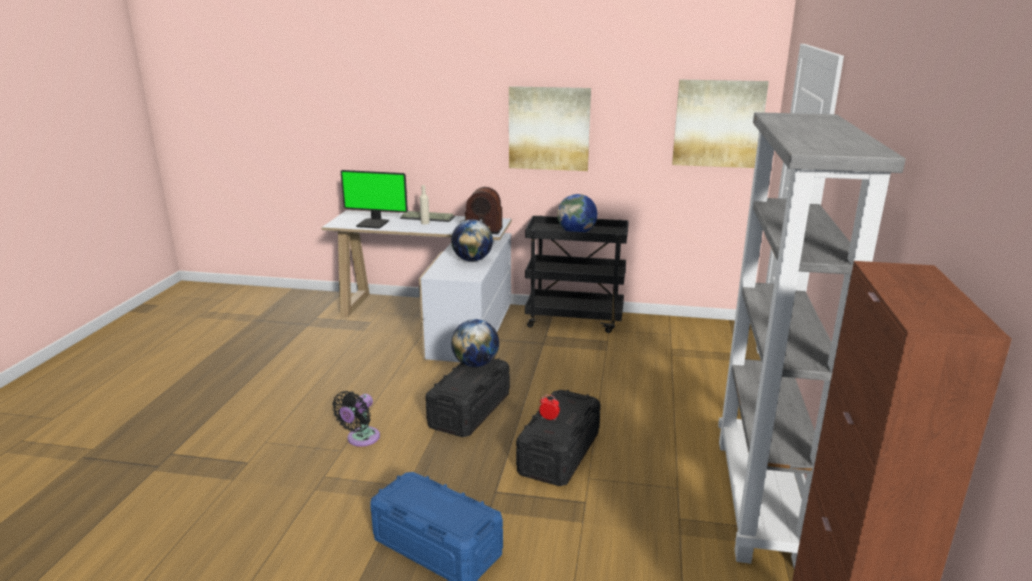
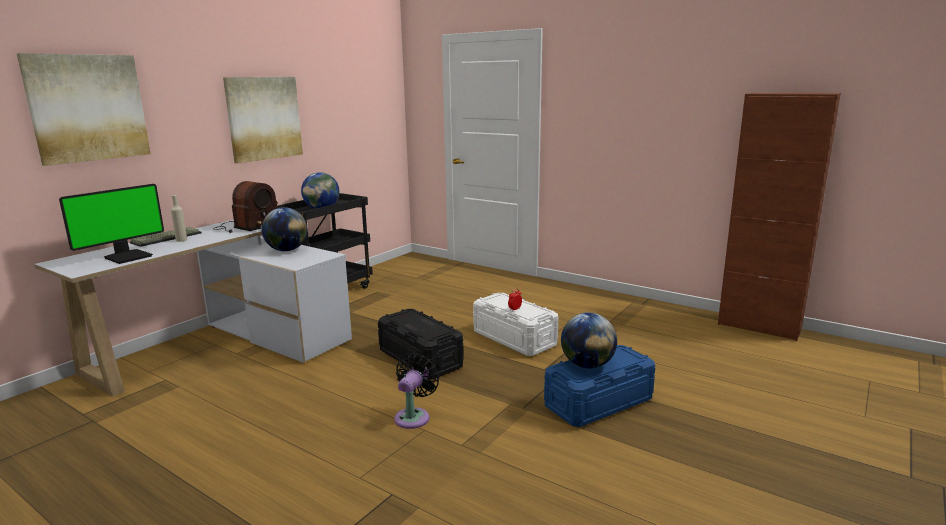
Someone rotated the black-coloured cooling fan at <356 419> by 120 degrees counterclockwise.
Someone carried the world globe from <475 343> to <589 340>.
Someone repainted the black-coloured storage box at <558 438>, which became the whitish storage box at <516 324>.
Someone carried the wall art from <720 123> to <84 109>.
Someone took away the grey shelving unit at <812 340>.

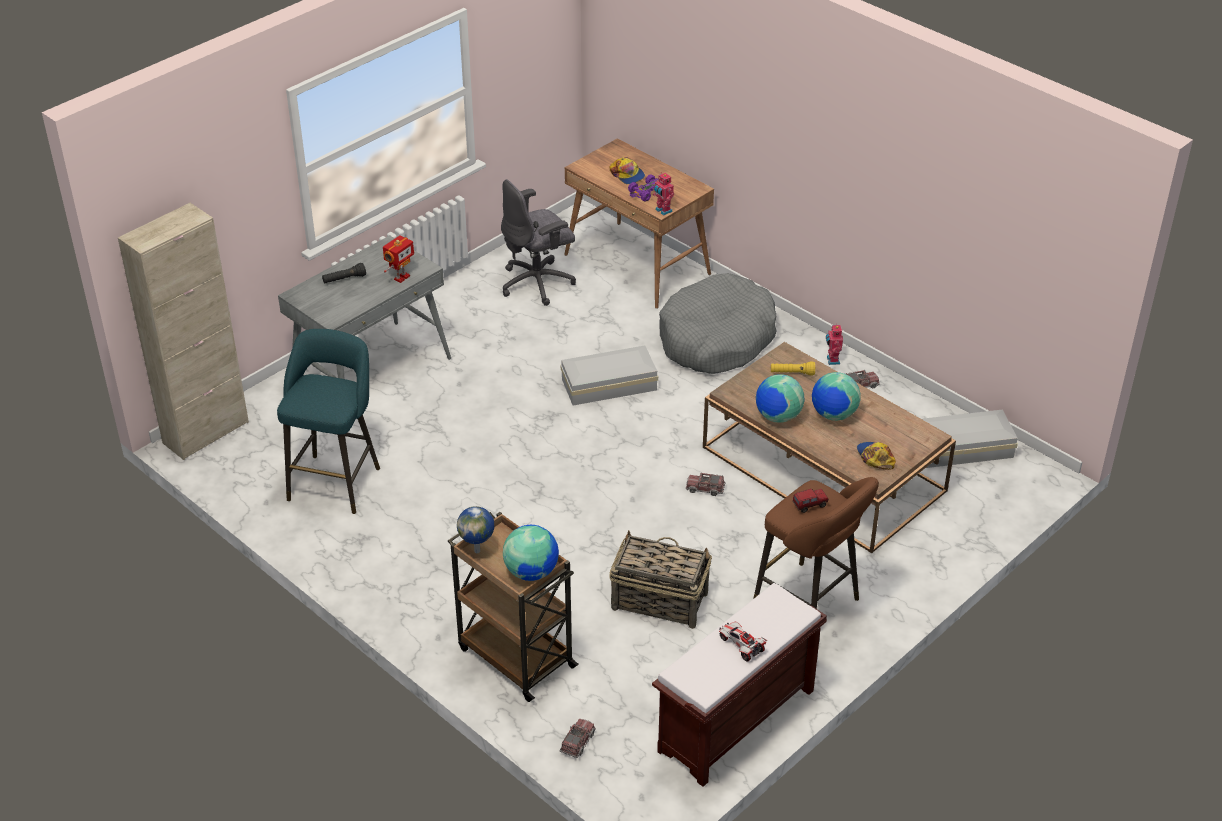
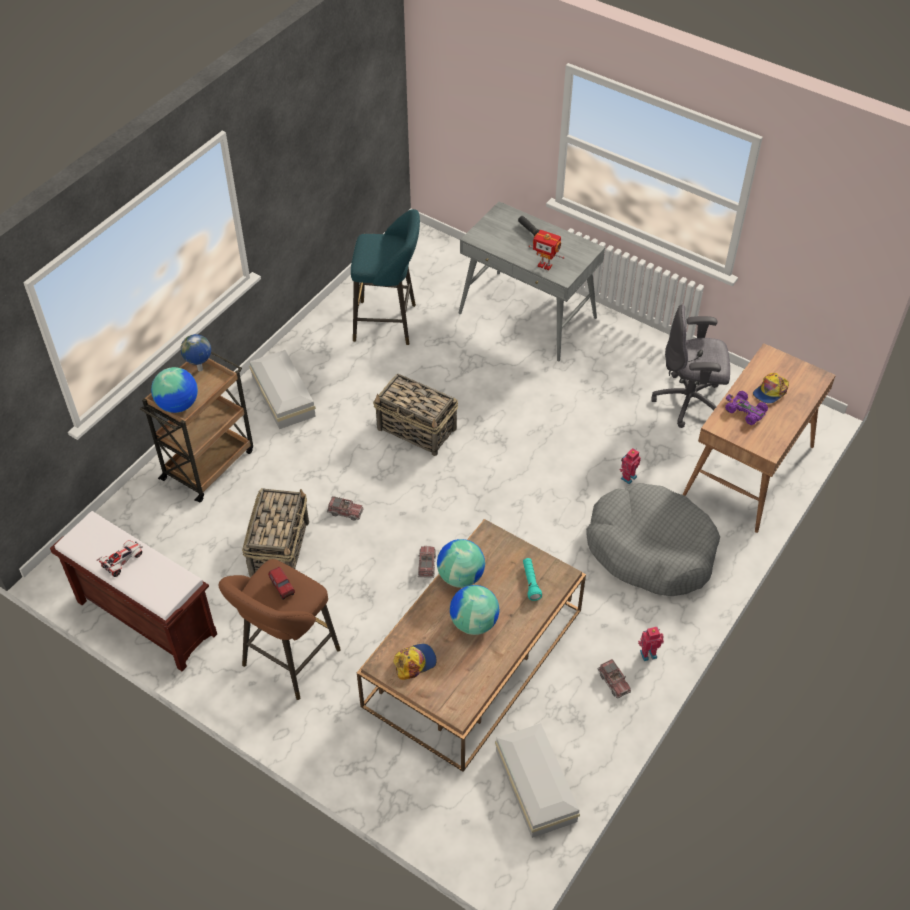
Someone took away the beige cupboard at <183 331>.
Someone rotated the grey computer chair at <538 242> by 45 degrees counterclockwise.
Someone carried the toy truck from <577 738> to <345 508>.
Someone carried the whitish storage box from <609 375> to <282 389>.
Someone carried the robot figure from <663 194> to <630 466>.
Someone repainted the yellowish hand torch at <793 368>, which became the blue-green hand torch at <532 579>.
Someone put down the household basket at <415 415>.

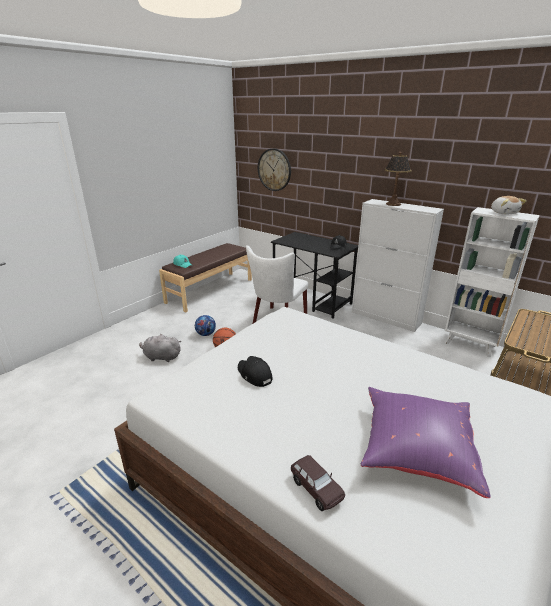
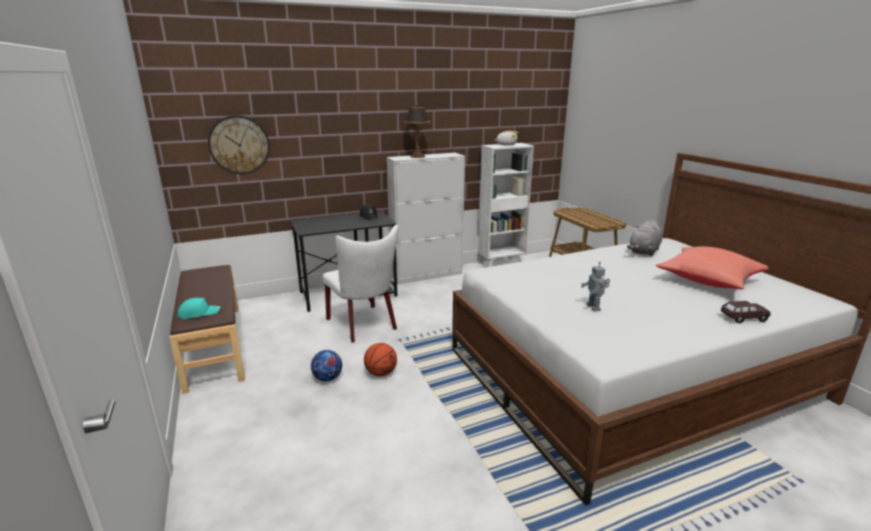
Someone carried the grey plush toy from <160 348> to <644 238>.
Someone swapped the black-coloured peaked cap at <255 371> for the robot figure at <595 286>.
Someone repainted the purplish pillow at <426 442>, which became the red pillow at <712 267>.

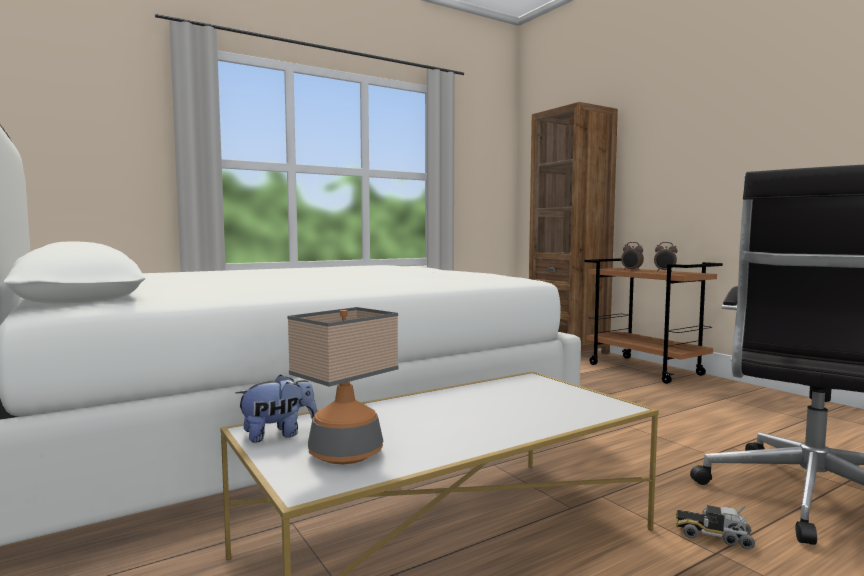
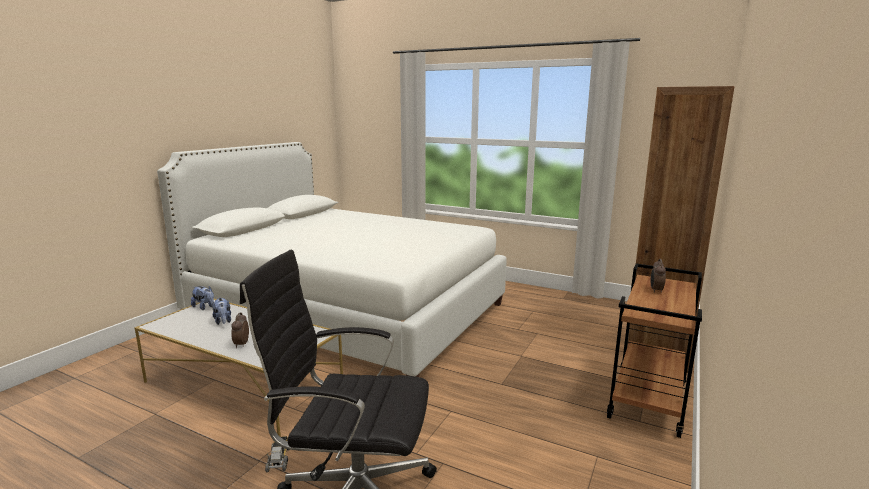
Someone took away the table lamp at <342 385>.
Someone carried the table clock from <666 257> to <240 330>.
Someone put down the plush toy at <222 311>.

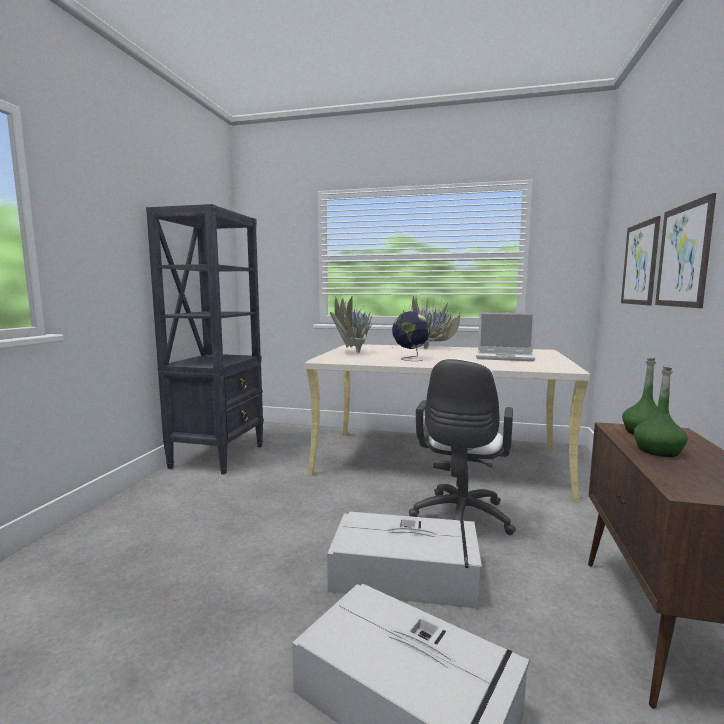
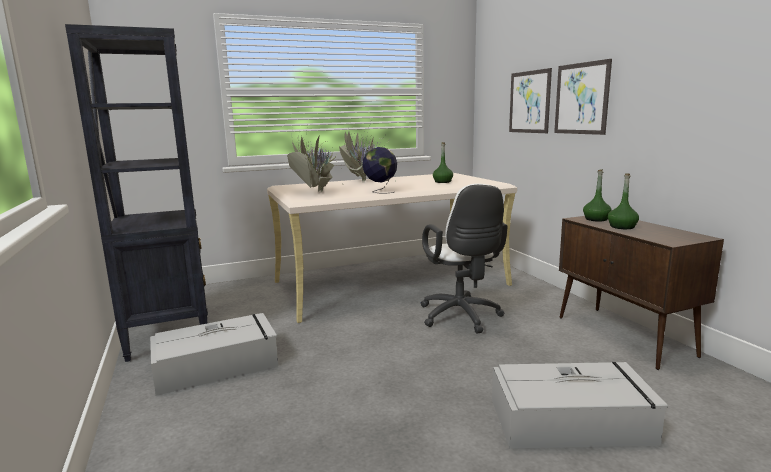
Someone carried the grey storage box from <404 560> to <214 354>.
Someone swapped the portable computer at <505 337> for the greenish beverage bottle at <443 162>.

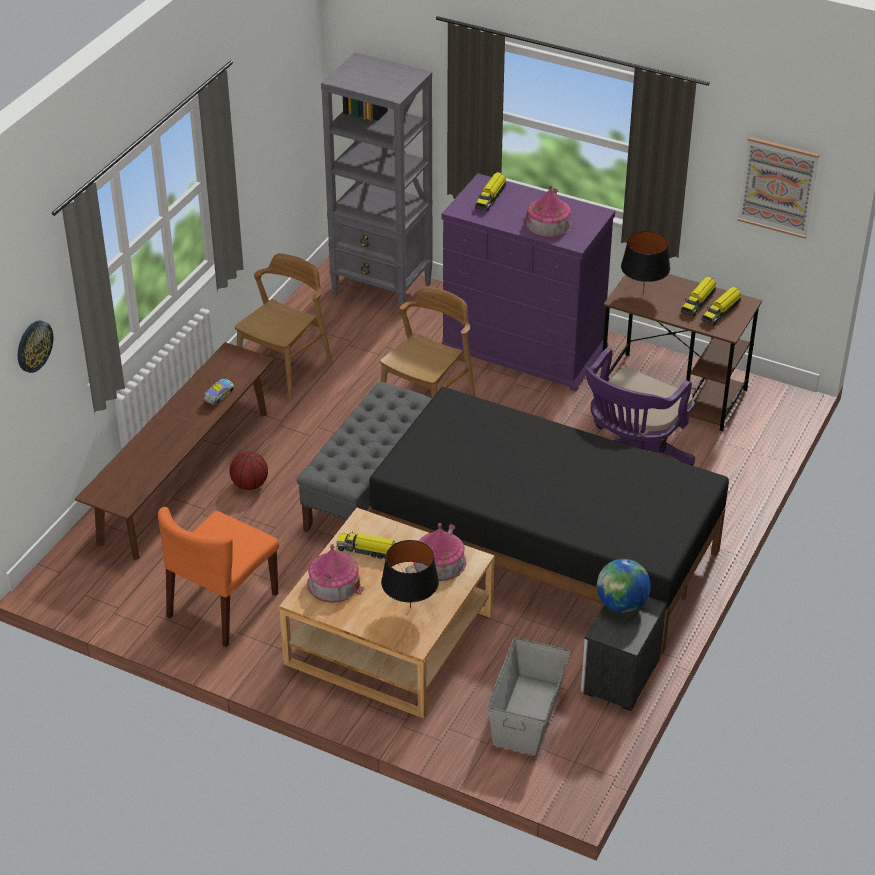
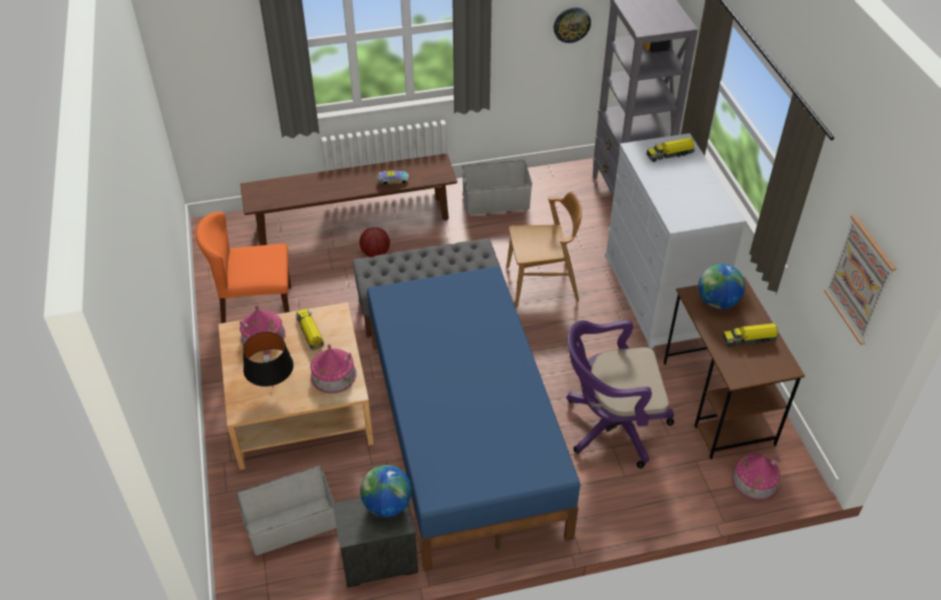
Someone carried the clock on the wall from <36 347> to <572 25>.
Someone swapped the brown plain chair at <283 327> for the grey storage box at <497 187>.
Someone repainted the black-coloured bed at <549 521>, which became the bluish bed at <473 418>.
Someone repainted the purplish chest of drawers at <528 282>, which became the whitish chest of drawers at <676 240>.
Someone carried the miniature house from <547 211> to <756 477>.
Someone swapped the black-coloured table lamp at <645 262> for the world globe at <721 286>.
Someone took away the toy truck at <721 306>.

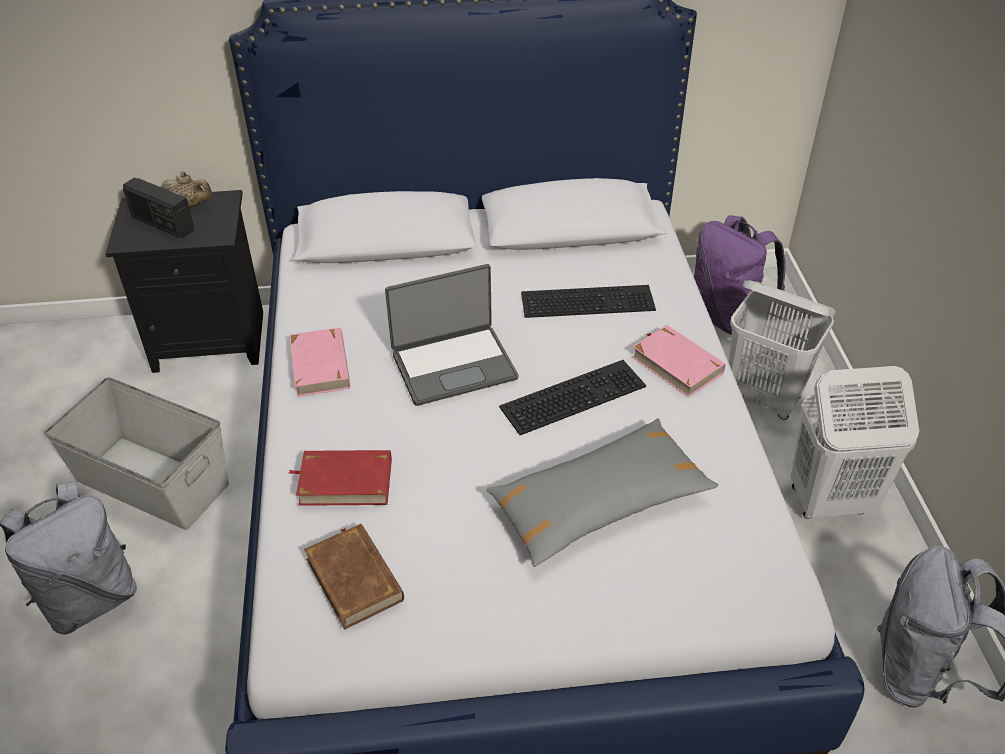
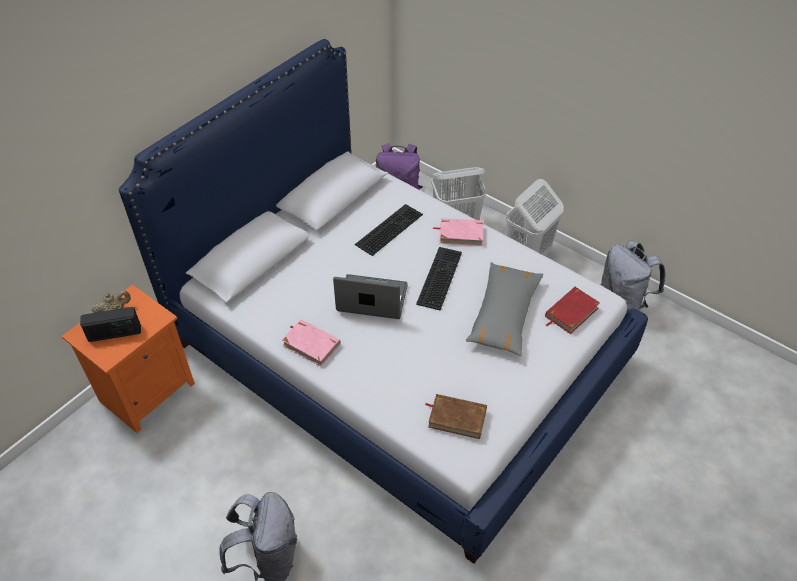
Someone took away the grey storage box at <136 453>.
Someone repainted the black-coloured nightstand at <184 281>, which became the orange nightstand at <128 359>.
Someone carried the red bound book from <340 478> to <572 310>.
Someone rotated the portable computer at <451 335> by 105 degrees counterclockwise.

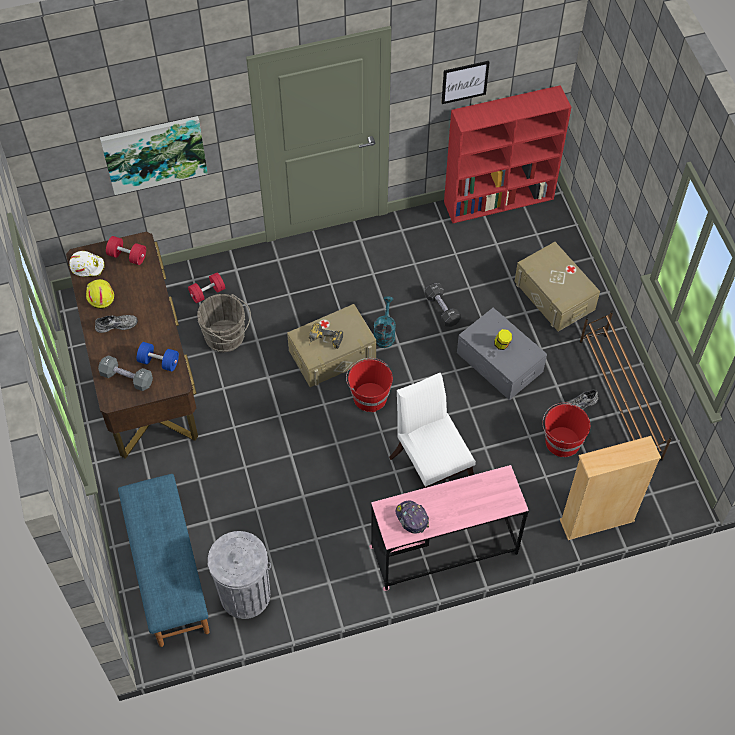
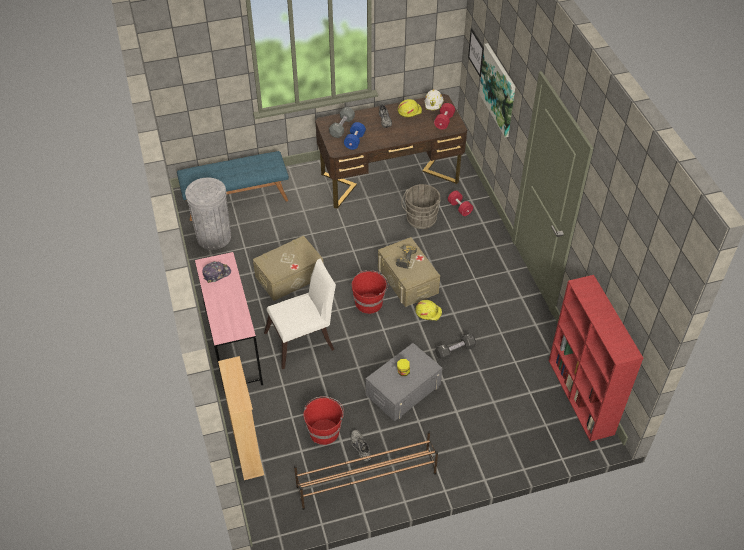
Someone swapped the blue-green watering pot at <385 322> for the yellowish safety helmet at <428 310>.
Someone carried the wall art from <465 82> to <476 52>.
Someone carried the beige storage box from <557 286> to <288 268>.

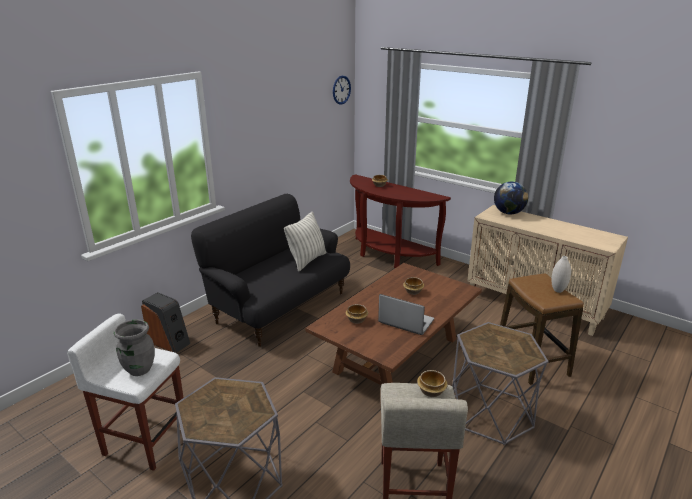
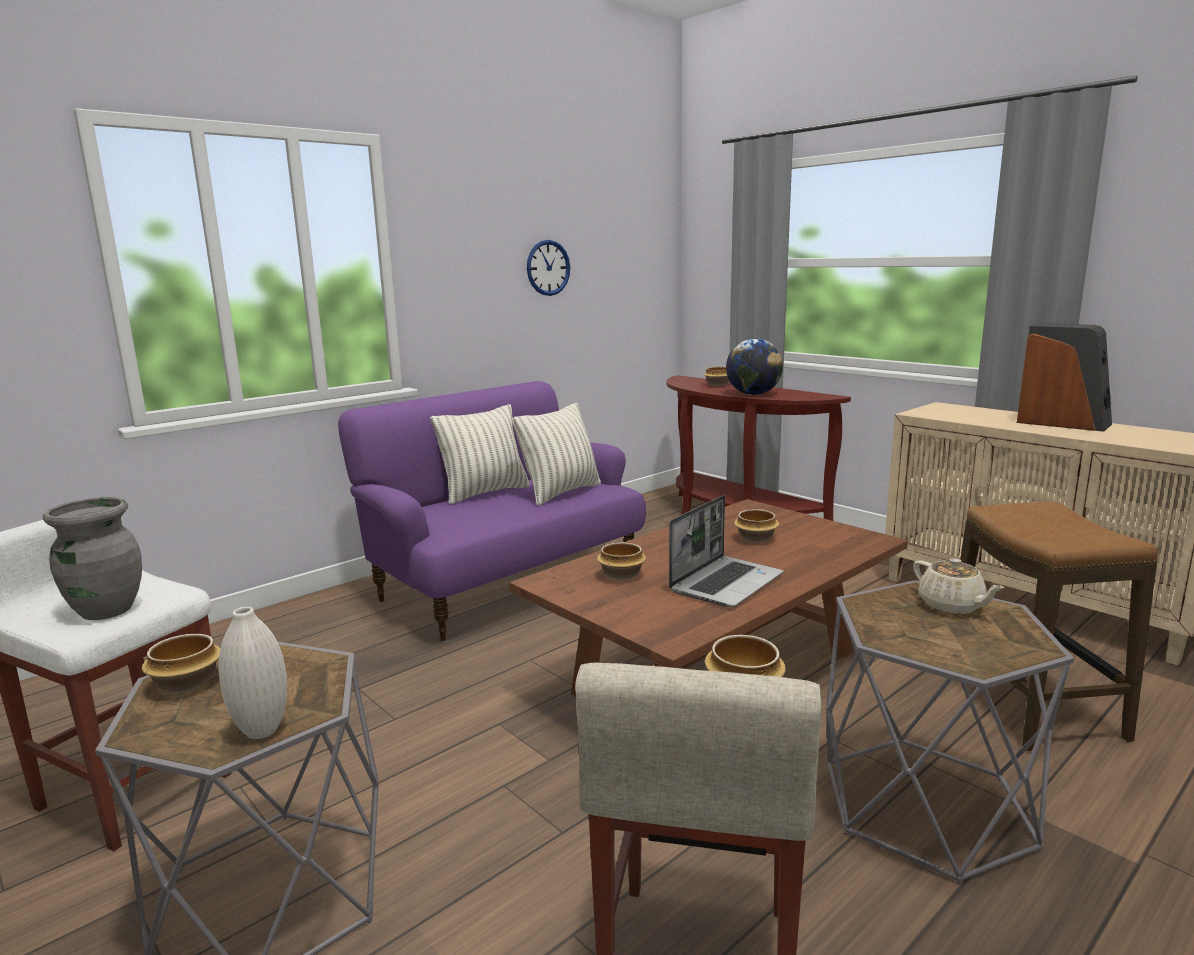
Someone carried the audio speaker from <165 322> to <1064 377>.
Someone repainted the black-coloured sofa at <270 270>, which became the purplish sofa at <492 511>.
Someone carried the clock on the wall from <342 90> to <548 268>.
Someone rotated the portable computer at <406 314> by 90 degrees clockwise.
Someone carried the world globe from <511 197> to <754 366>.
Someone carried the whitish vase from <561 274> to <252 673>.
Someone put down the serving bowl at <181 663>.
Someone put down the pillow at <480 454>.
Someone put down the beige tea pot at <959 586>.

